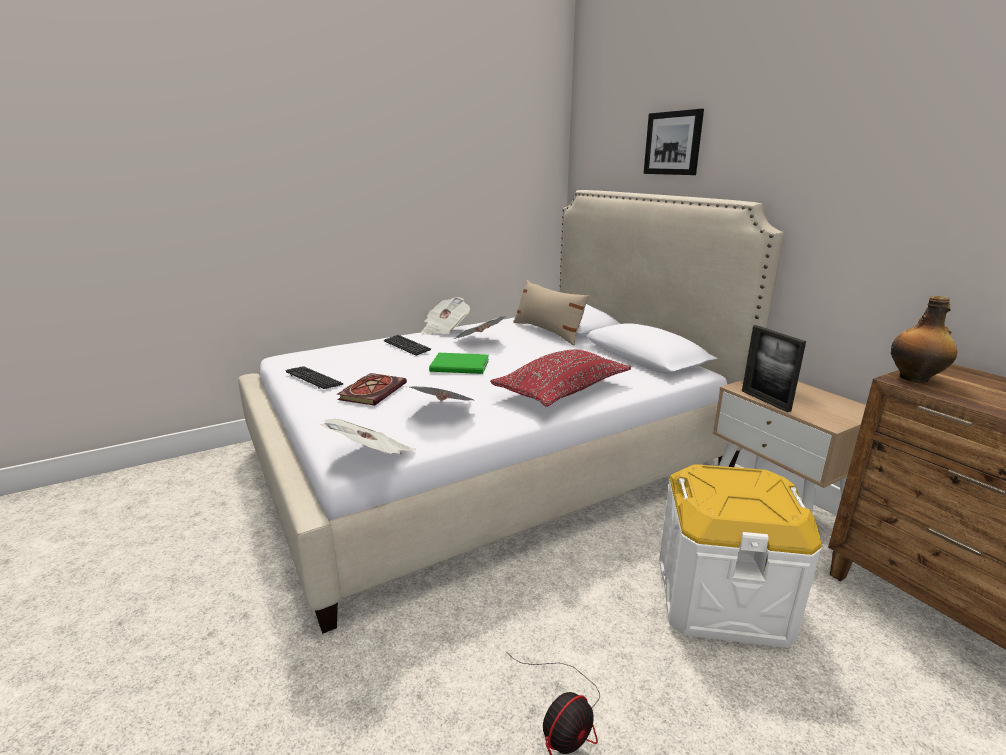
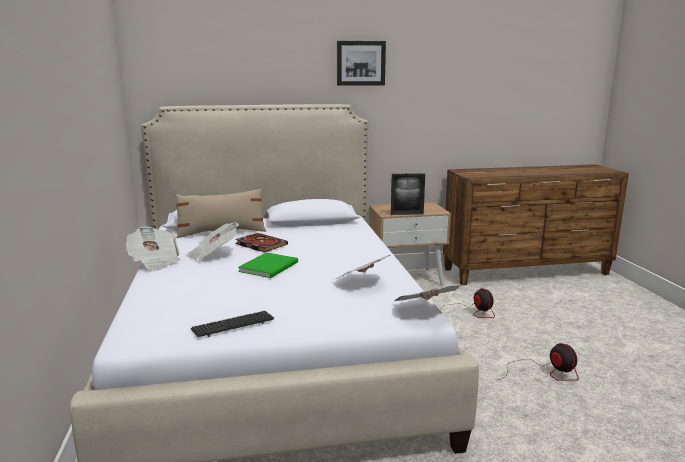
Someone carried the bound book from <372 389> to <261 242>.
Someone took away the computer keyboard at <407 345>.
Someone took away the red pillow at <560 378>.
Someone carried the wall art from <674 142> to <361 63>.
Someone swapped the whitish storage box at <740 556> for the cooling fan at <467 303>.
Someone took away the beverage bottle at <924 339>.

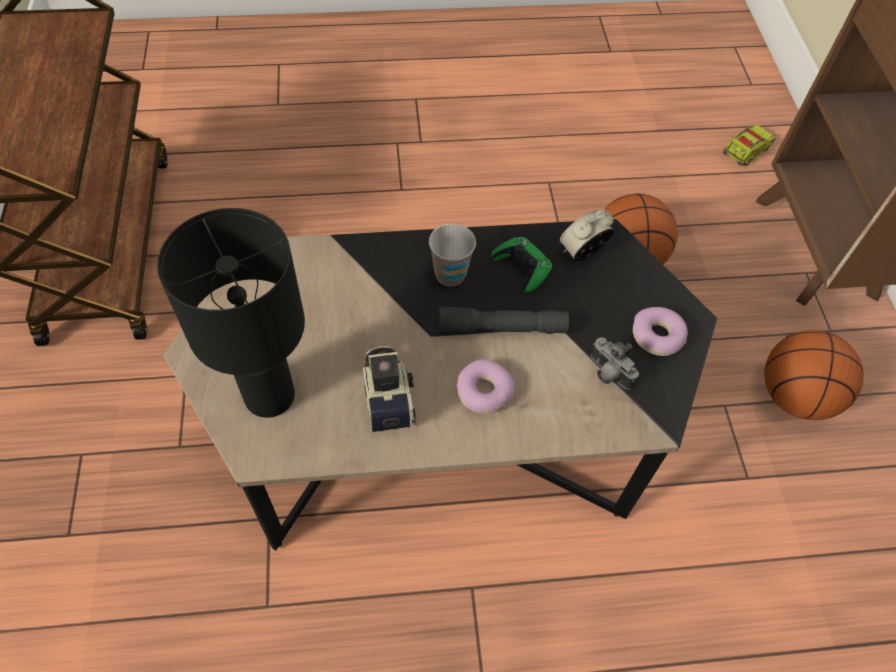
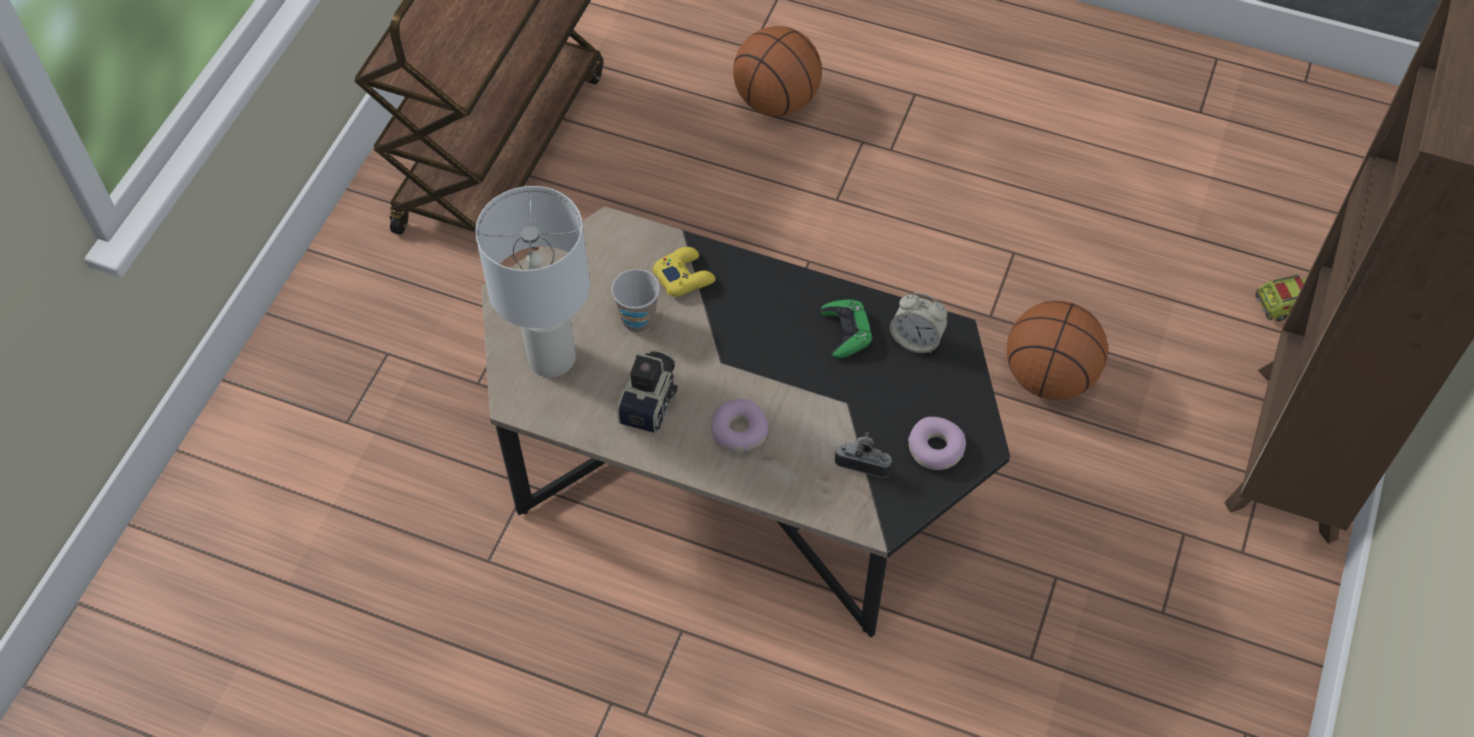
Someone repainted the black-coloured table lamp at <231 313>, which became the whitish table lamp at <532 282>.
Someone carried the drinking cup from <452 254> to <635 301>.
Someone took away the grey hand torch at <503 320>.
Someone rotated the table clock at <587 235> by 150 degrees counterclockwise.
Someone rotated the photo camera at <615 364> by 120 degrees clockwise.
Someone carried the basketball ball from <814 375> to <777 71>.
Someone put down the yellowish joypad at <684 272>.

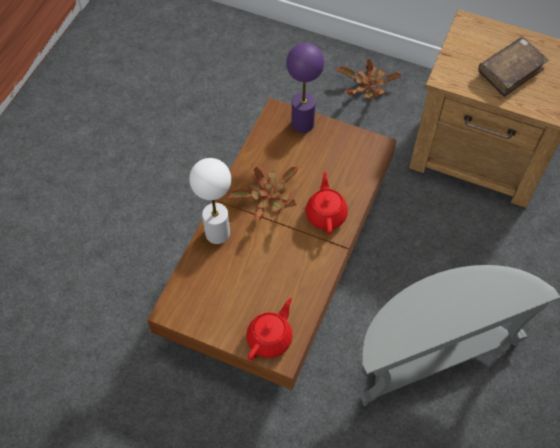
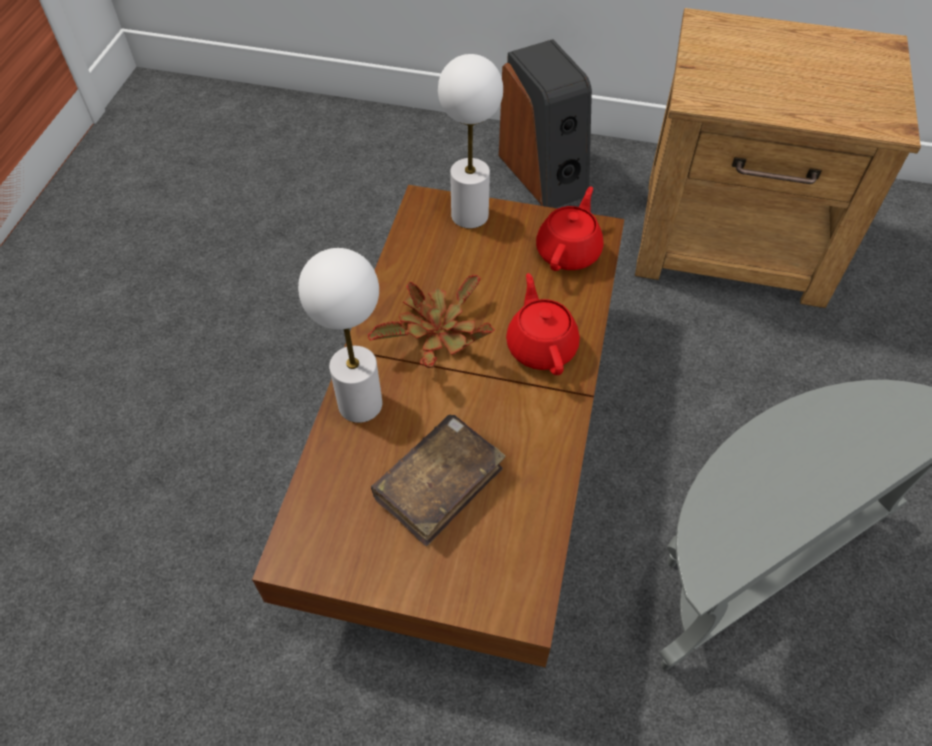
Someone carried the red tea pot from <269 329> to <570 228>.
Someone repainted the purplish table lamp at <305 88>, which became the whitish table lamp at <470 141>.
Someone swapped the plant in a pot at <368 78> for the audio speaker at <545 123>.
Someone carried the brown bound book from <513 67> to <438 480>.

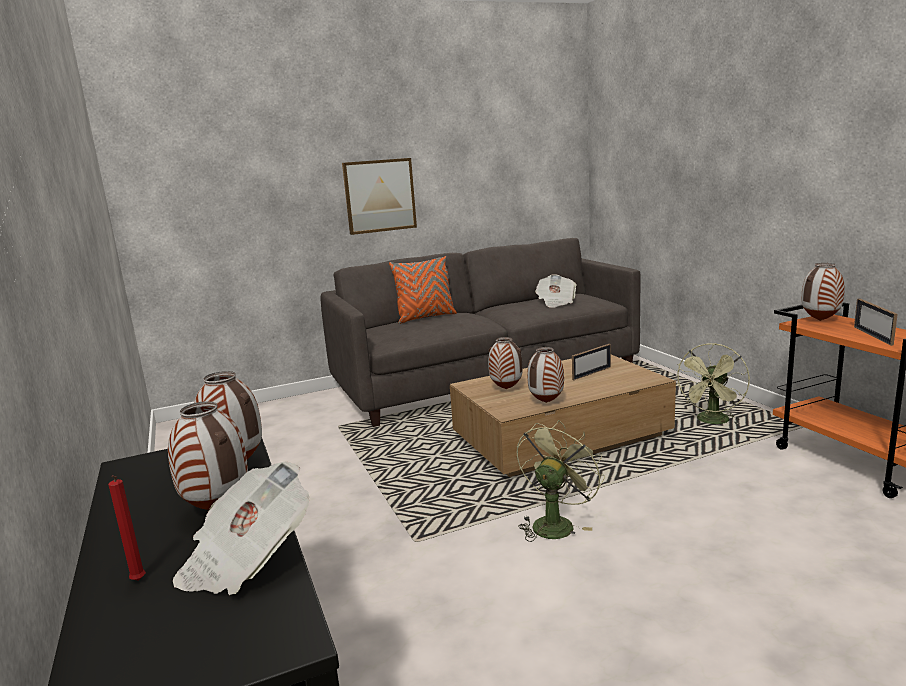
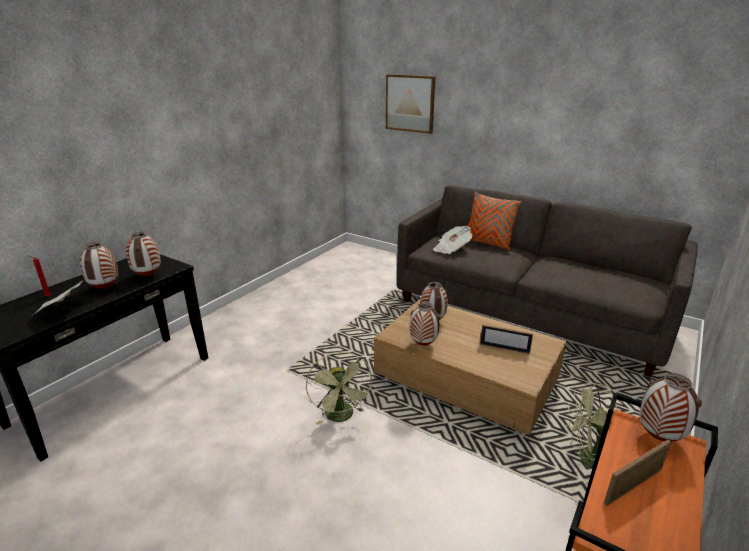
Someone carried the wall art from <379 196> to <411 104>.
Someone rotated the greenish cooling fan at <561 481> by 75 degrees clockwise.
Someone carried the newspaper from <555 291> to <453 240>.

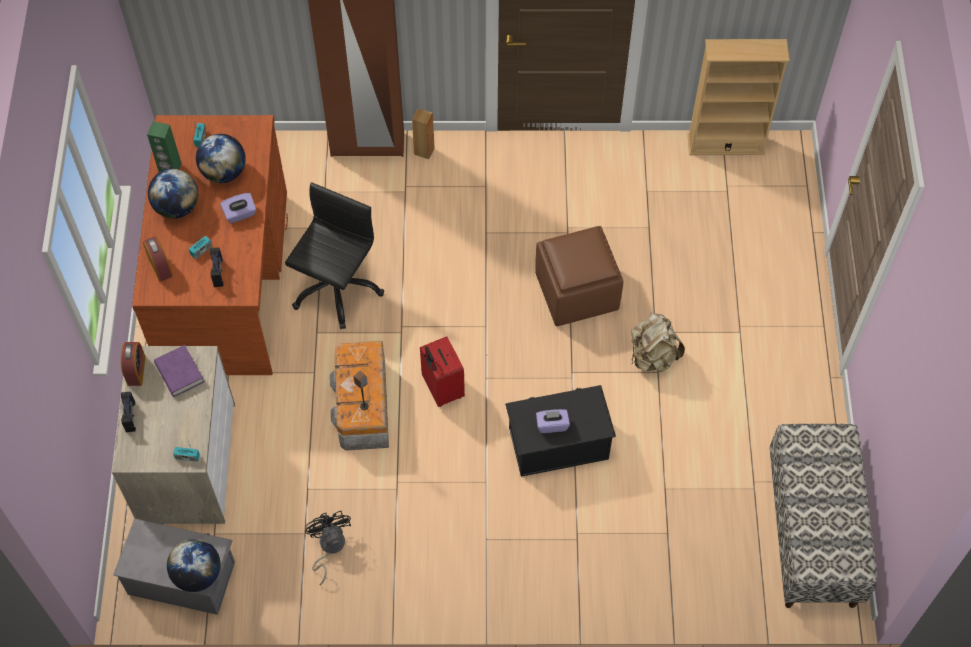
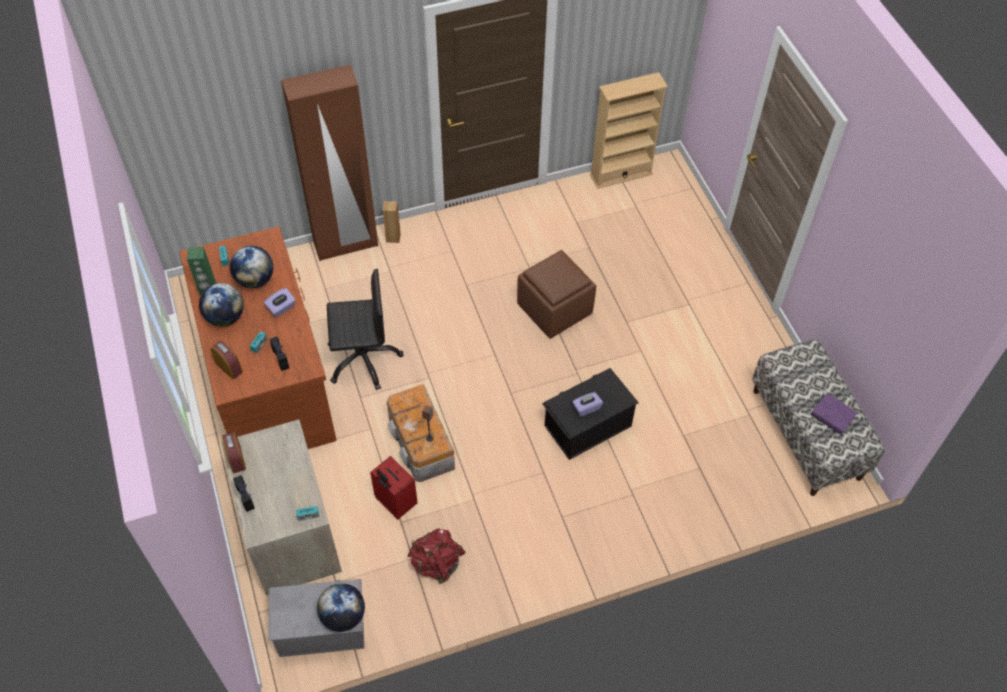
Someone carried the purplish bound book from <179 371> to <834 413>.
Someone rotated the black-coloured computer chair at <334 256> by 75 degrees clockwise.
Someone swapped the black-coloured cooling fan at <328 548> for the red knapsack at <437 556>.
Someone carried the red piece of luggage from <442 371> to <393 487>.
Someone took away the beige knapsack at <658 342>.

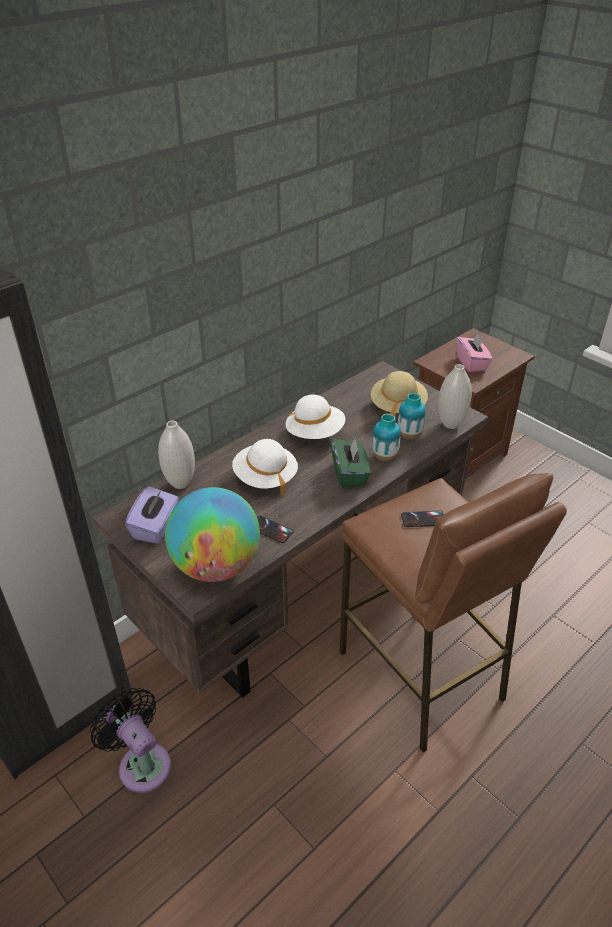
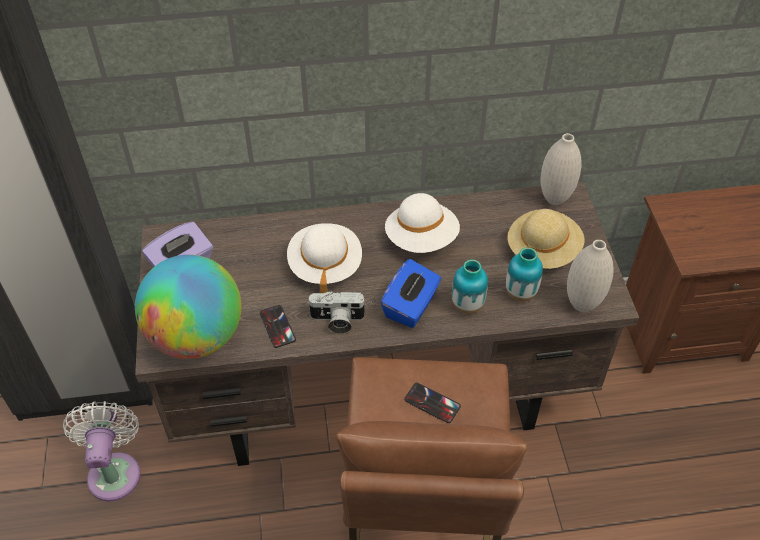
Someone repainted the black-coloured cooling fan at <130 740>, which became the whitish cooling fan at <102 451>.
Someone carried the whitish vase from <176 455> to <561 169>.
Someone repainted the greenish box of tissues at <351 463>, which became the bluish box of tissues at <411 293>.
Someone took away the pink-coloured box of tissues at <474 352>.
Someone put down the photo camera at <337 312>.

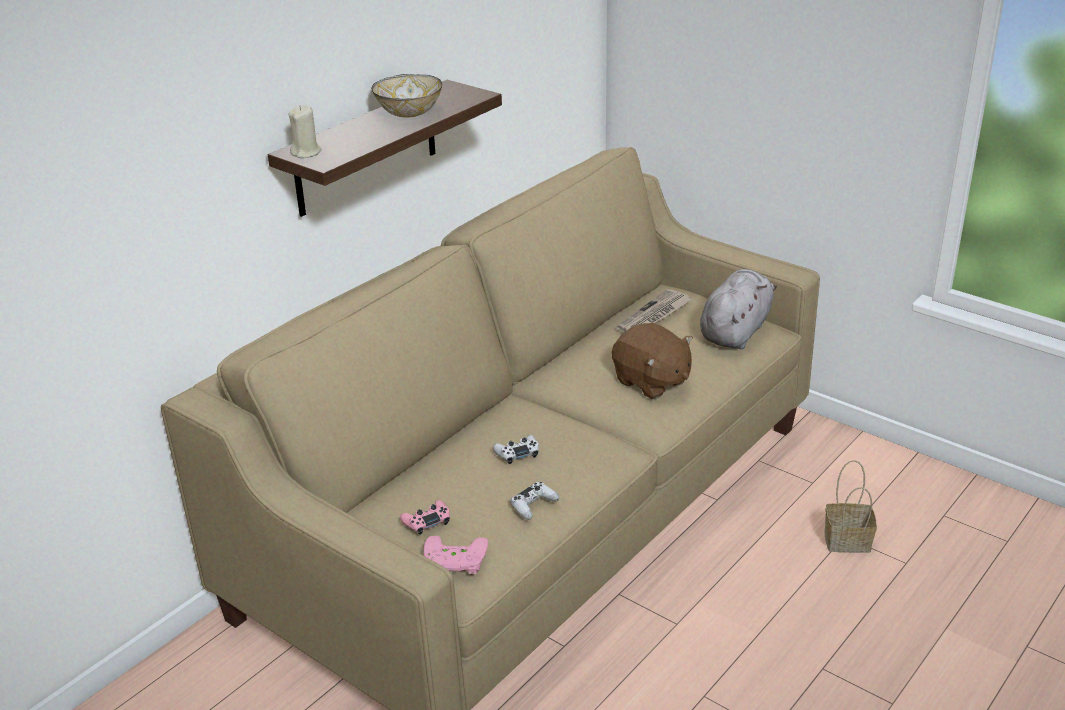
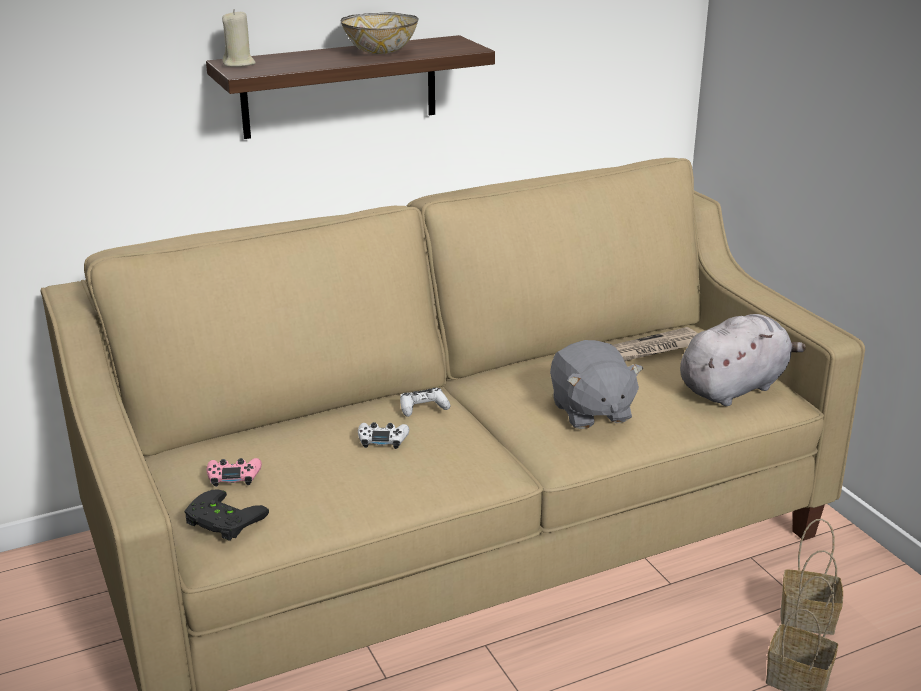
Someone repainted the pink-coloured joypad at <456 555>, which became the black-coloured joypad at <227 515>.
Someone carried the whitish joypad from <535 501> to <425 402>.
Someone repainted the brown plush toy at <652 361>, which became the grey plush toy at <596 384>.
Someone put down the household basket at <811 577>.

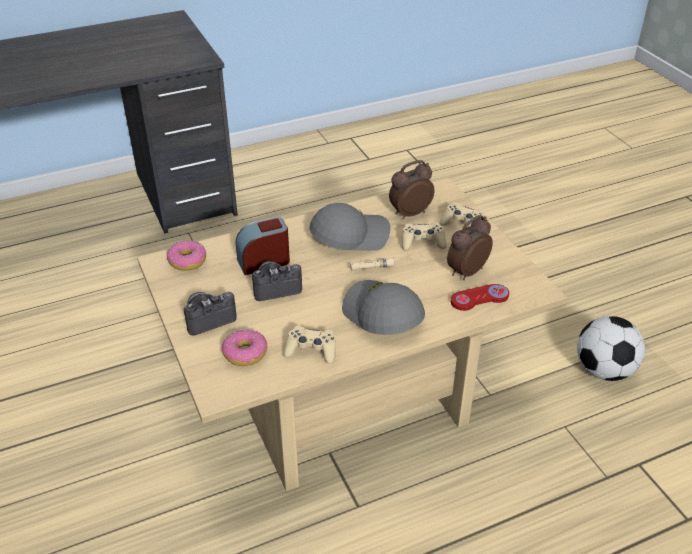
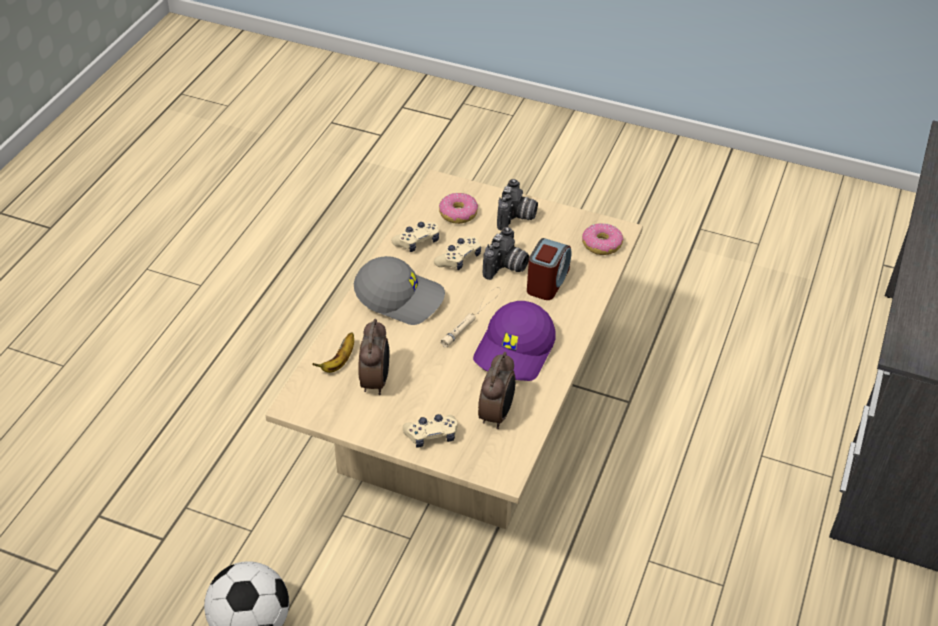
Someone repainted the grey peaked cap at <350 227>, which became the purplish peaked cap at <514 341>.
Someone carried the beige joypad from <424 236> to <457 253>.
Someone swapped the red joypad at <480 297> for the whole banana at <333 352>.

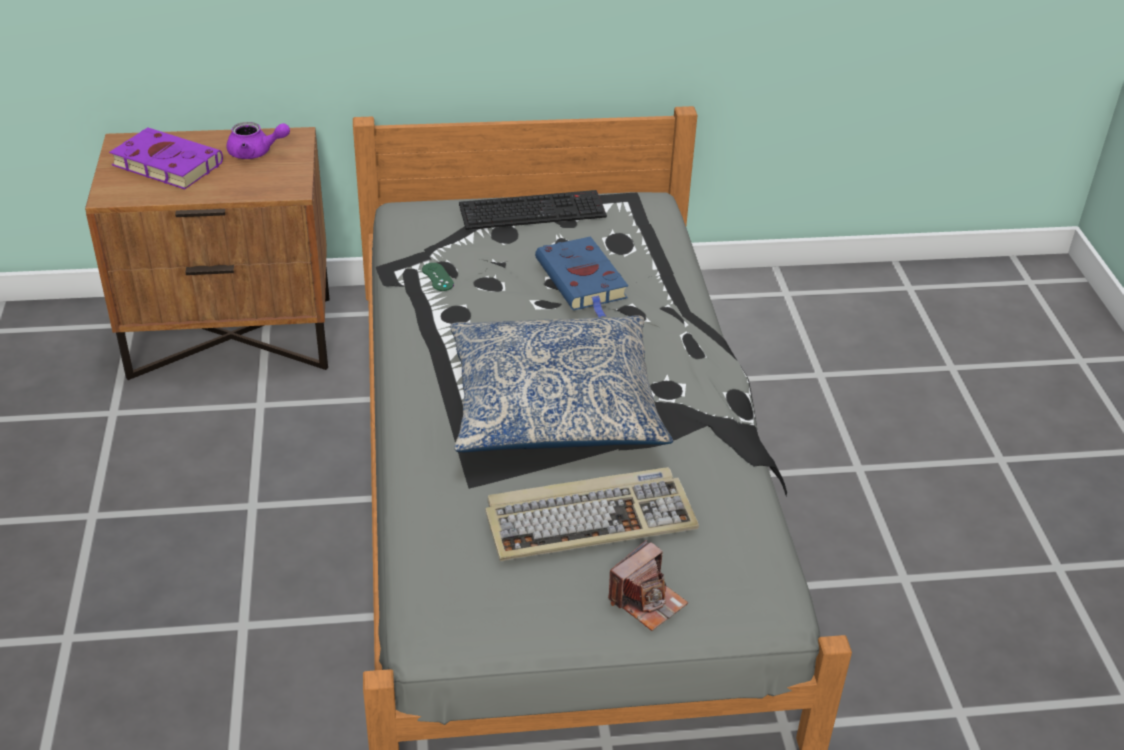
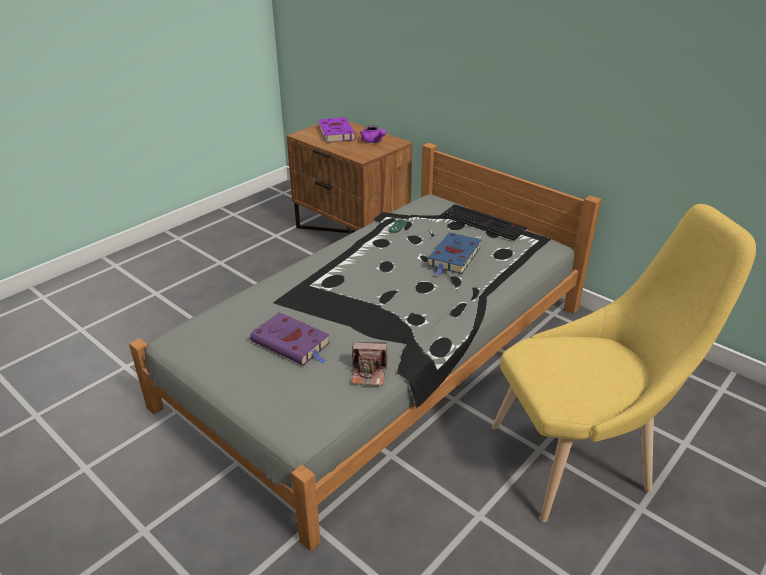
Someone took away the pillow at <561 383>.
Someone swapped the computer keyboard at <592 514> for the purplish bound book at <290 339>.
Someone carried the photo camera from <648 585> to <369 364>.
Someone put down the yellowish plain chair at <624 363>.

